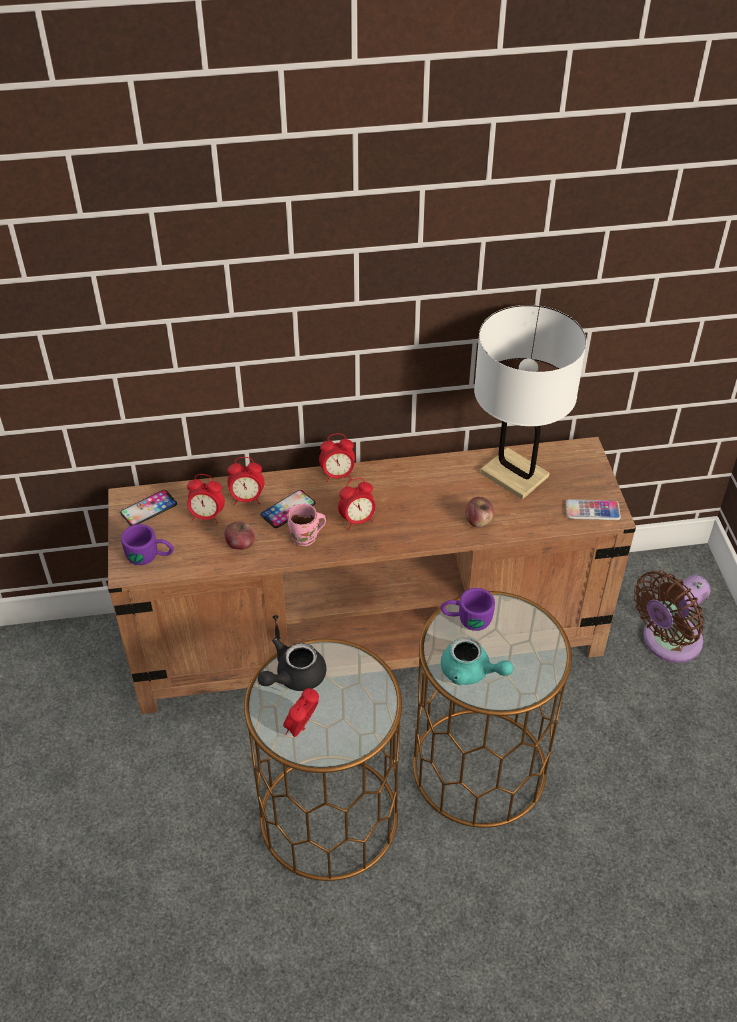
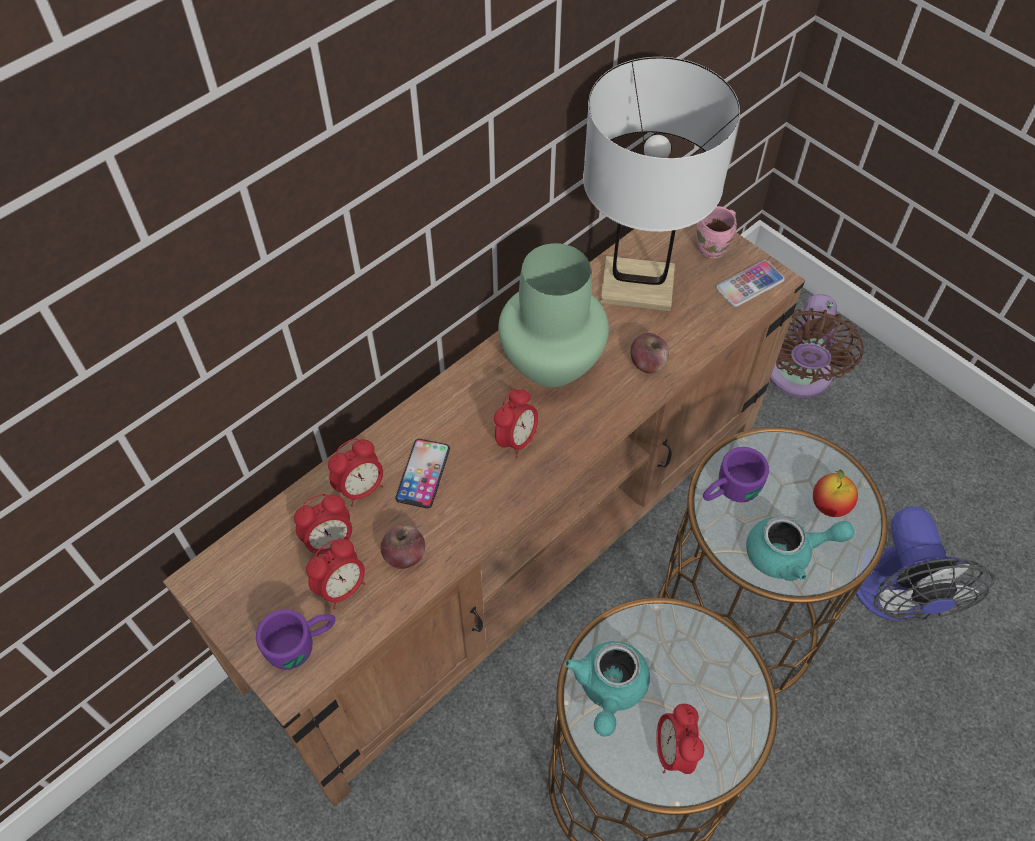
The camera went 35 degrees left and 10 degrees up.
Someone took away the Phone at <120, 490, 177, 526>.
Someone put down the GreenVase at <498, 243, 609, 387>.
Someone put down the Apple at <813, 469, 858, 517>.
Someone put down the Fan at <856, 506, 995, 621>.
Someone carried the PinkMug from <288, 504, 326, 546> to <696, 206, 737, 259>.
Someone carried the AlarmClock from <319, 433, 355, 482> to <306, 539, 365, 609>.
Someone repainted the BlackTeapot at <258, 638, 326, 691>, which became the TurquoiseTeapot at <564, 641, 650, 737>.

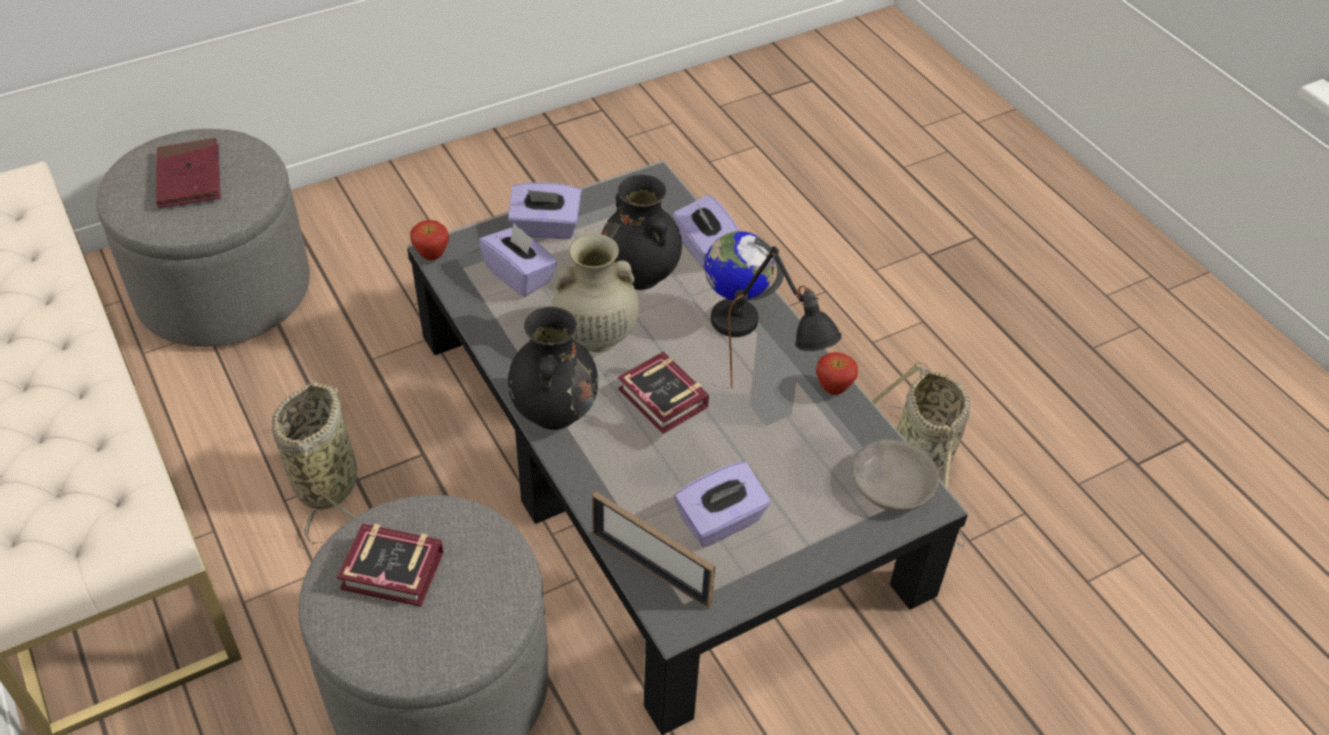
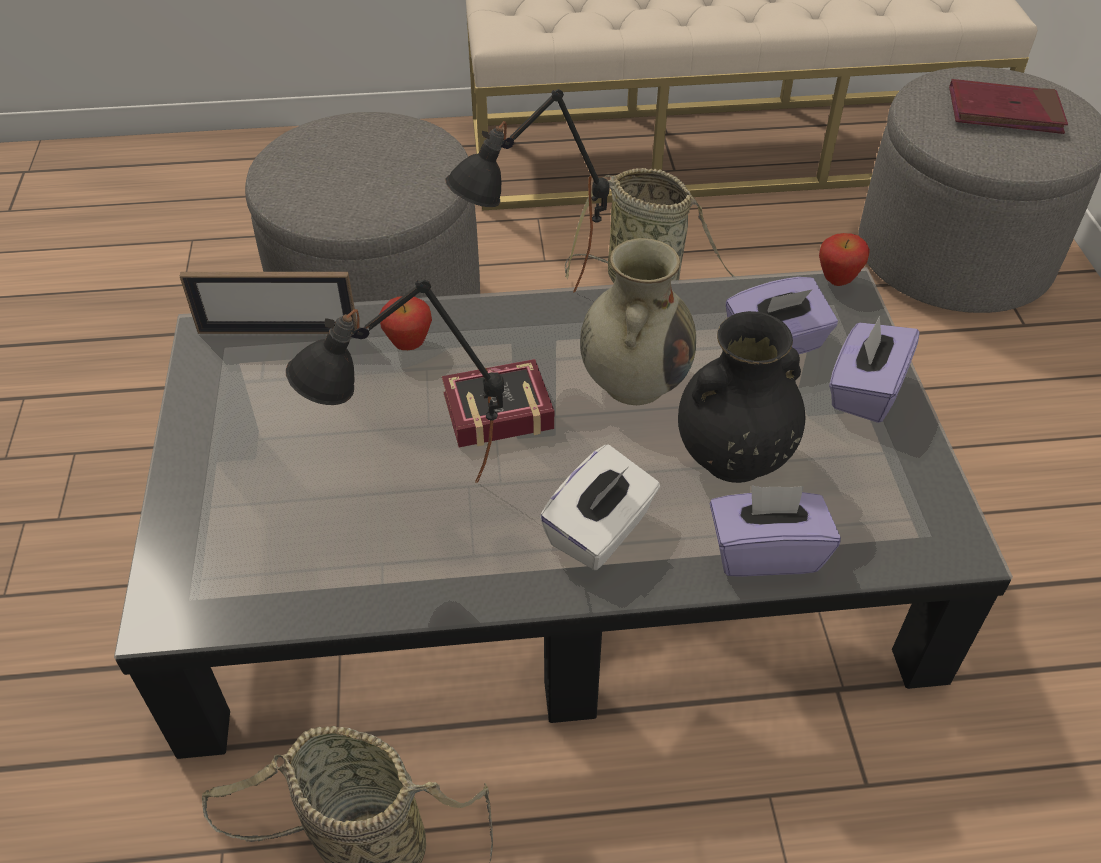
The camera went 115 degrees right and 0 degrees up.
Someone took away the Book at <337, 523, 444, 607>.
Someone took away the PurpleTissueBox at <674, 461, 771, 547>.
Someone took away the GreyBowl at <852, 439, 939, 511>.
Someone carried the Apple from <816, 352, 858, 395> to <379, 296, 432, 350>.
Someone swapped the BlackVase at <508, 307, 598, 430> for the BlackTableLamp at <445, 89, 609, 293>.
Someone swapped the Globe at <705, 231, 784, 337> for the WhiteTissueBox at <540, 444, 660, 570>.
Someone rotated the PictureFrame at <592, 491, 715, 609> by 150 degrees counterclockwise.

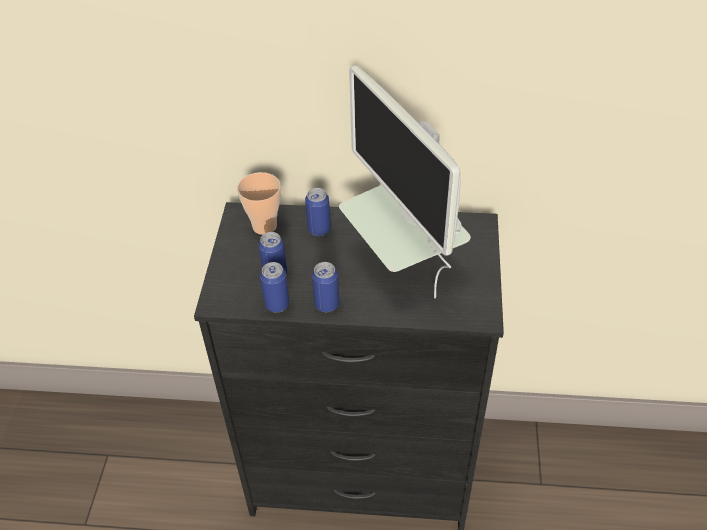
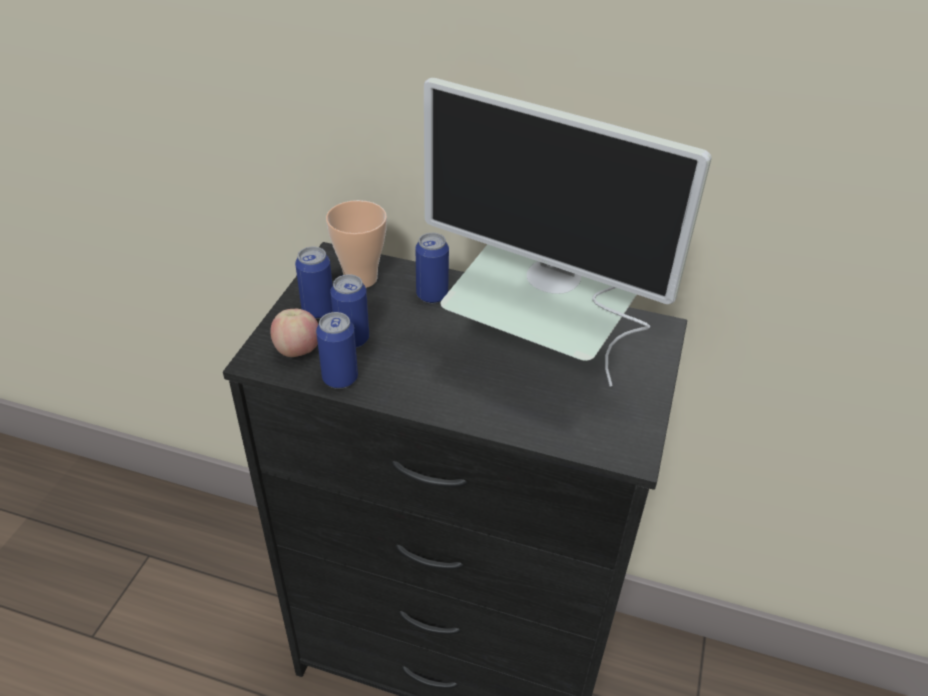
The camera went 10 degrees right and 5 degrees down.
Someone put down the Apple at <270, 309, 318, 357>.
Someone carried the Can from <312, 262, 339, 312> to <295, 246, 333, 319>.
Someone rotated the Monitor at <339, 65, 471, 298> by 45 degrees counterclockwise.

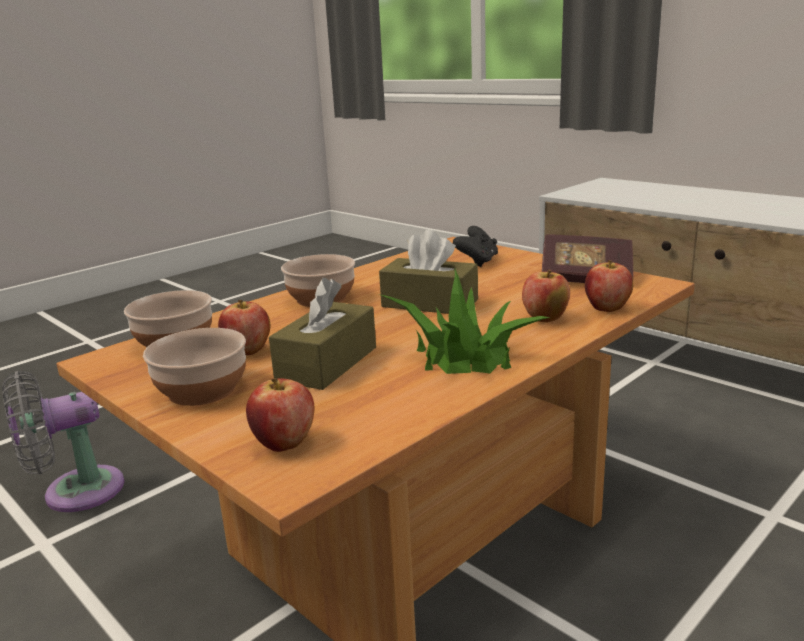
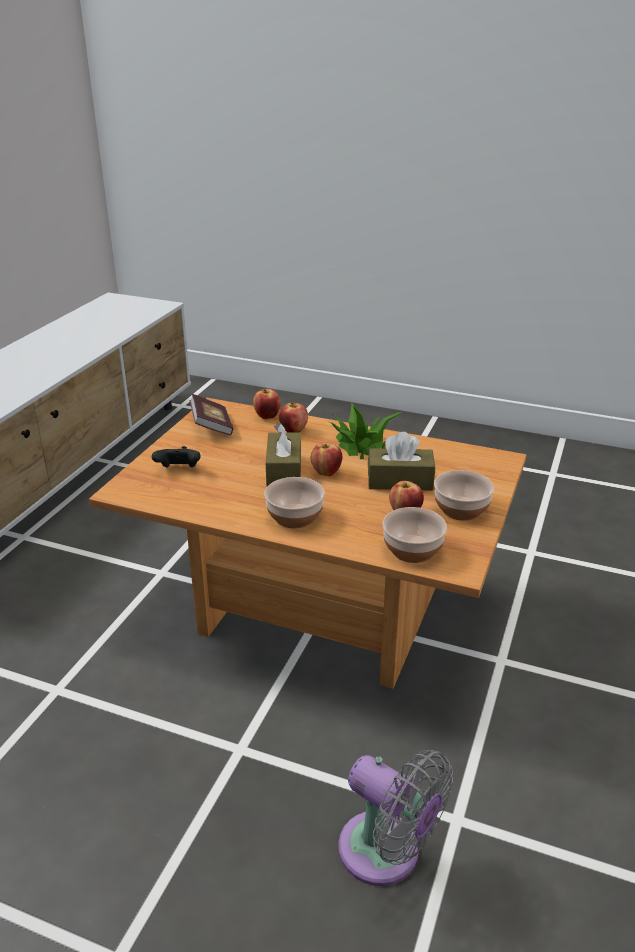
The camera went 115 degrees left and 10 degrees up.
Someone carried the Apple from <246, 378, 314, 452> to <311, 442, 342, 476>.

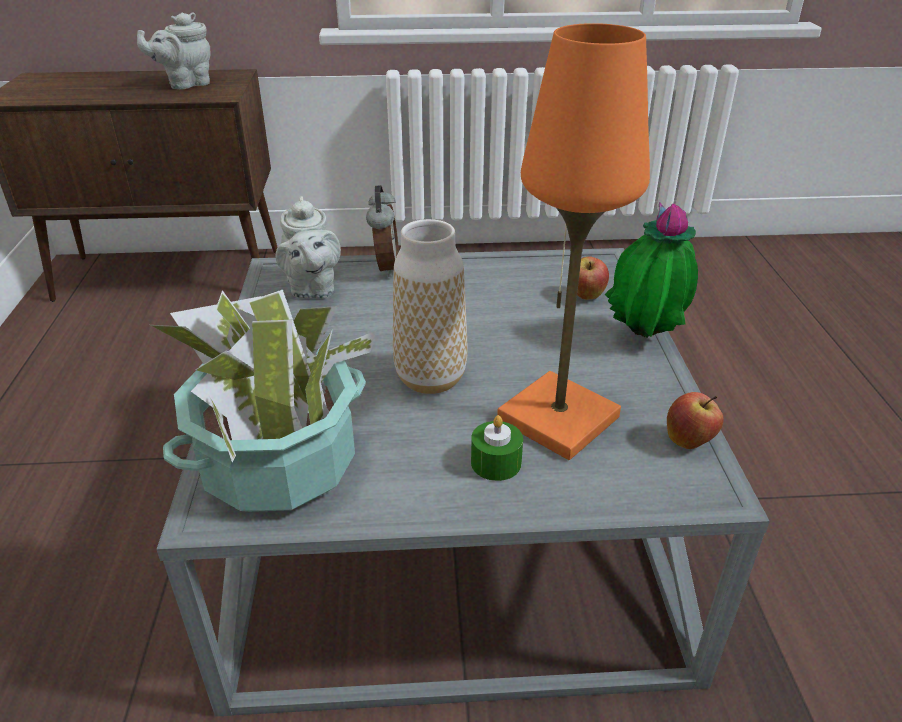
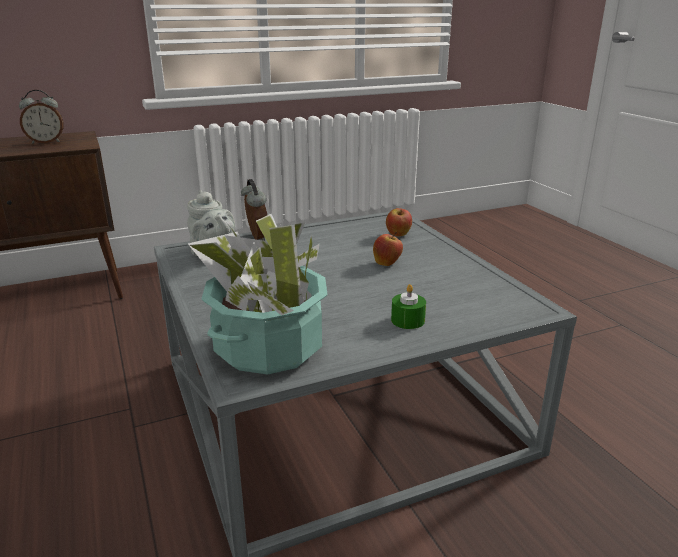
The camera went 20 degrees left and 10 degrees down.
Someone took away the Vase at <393, 219, 468, 394>.
Someone took away the OrangeTableLamp at <497, 23, 650, 460>.
Someone took away the PottedPlant at <605, 202, 698, 338>.
Someone carried the Apple from <667, 392, 724, 449> to <373, 232, 403, 266>.
Someone swapped the GreyTeapot at <137, 13, 210, 89> for the AlarmClock at <19, 90, 64, 144>.

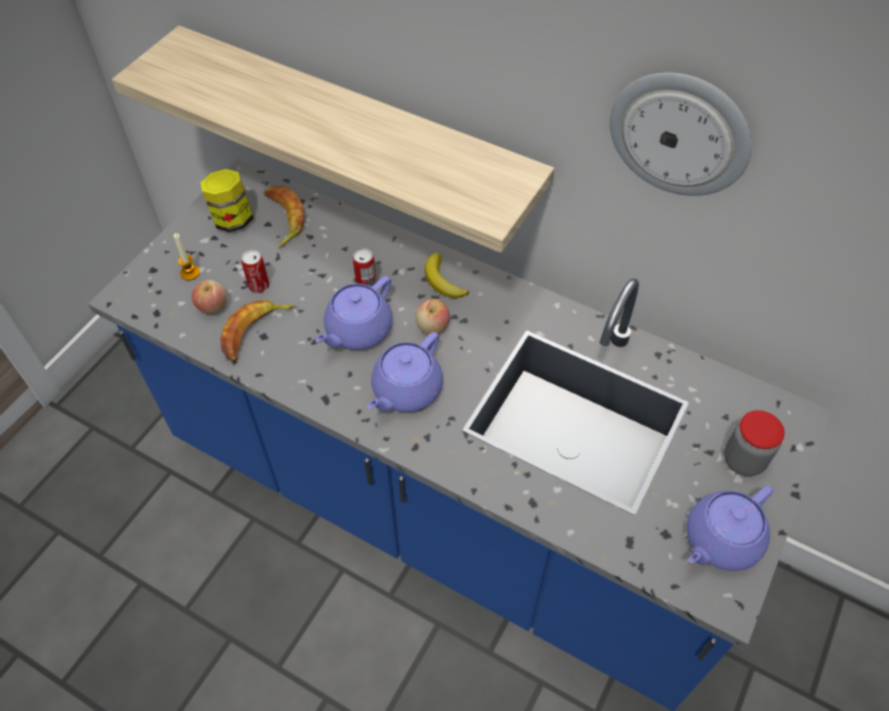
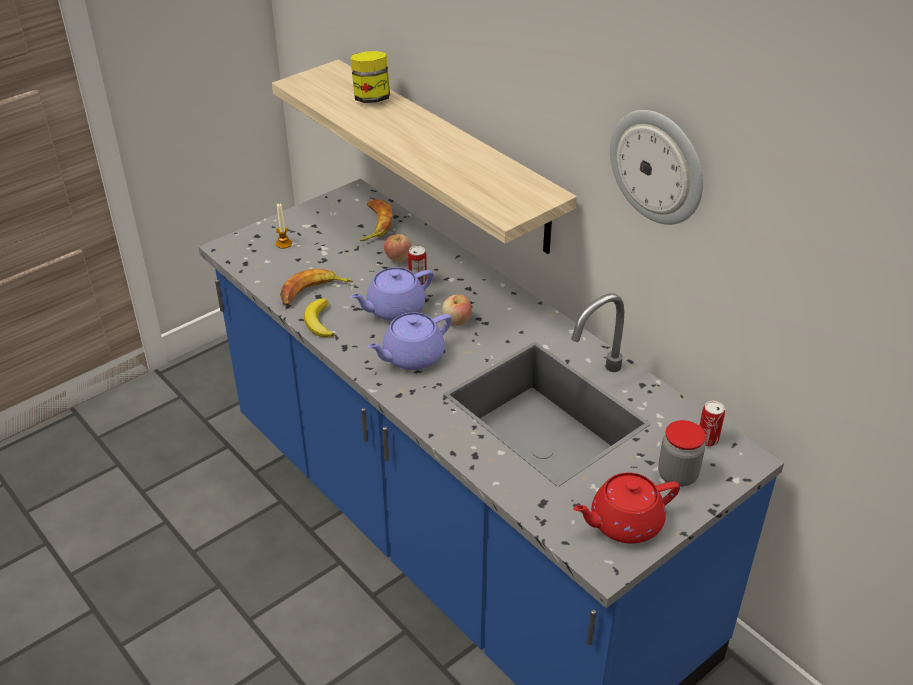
The camera went 20 degrees right and 15 degrees down.
Someone carried the Apple from <192, 280, 227, 314> to <384, 234, 412, 262>.
Someone carried the Jar from <200, 169, 254, 232> to <351, 51, 390, 103>.
Someone carried the Can from <242, 250, 269, 293> to <699, 401, 725, 447>.
Someone carried the Banana from <425, 253, 469, 298> to <304, 298, 335, 337>.
Someone repainted the PurpleTeapot at <686, 485, 773, 571>, which became the RedTeapot at <573, 472, 680, 544>.

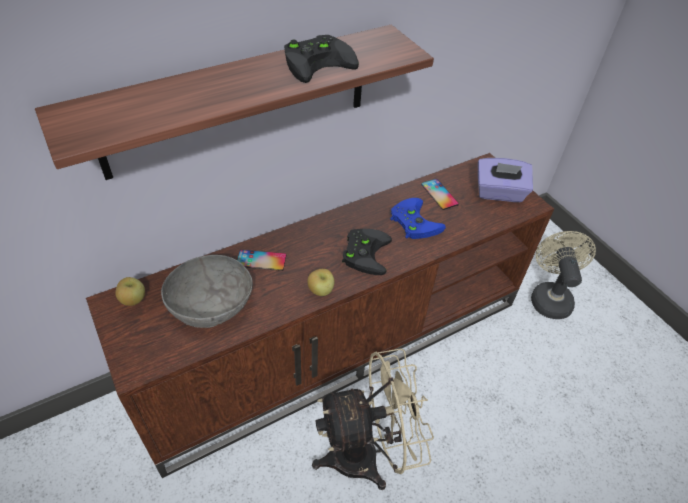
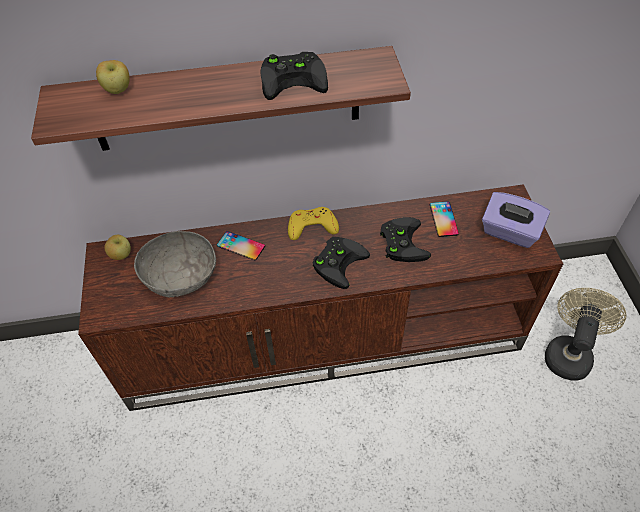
The camera went 25 degrees right and 5 degrees up.
Someone took away the BeigeFan at <312, 348, 434, 490>.
Someone put down the YellowGameController at <288, 207, 339, 240>.
Someone carried the Apple from <307, 269, 335, 296> to <96, 60, 130, 94>.
Someone repainted the BlueGameController at <390, 198, 446, 239>, which became the BlackGameController at <380, 217, 431, 262>.

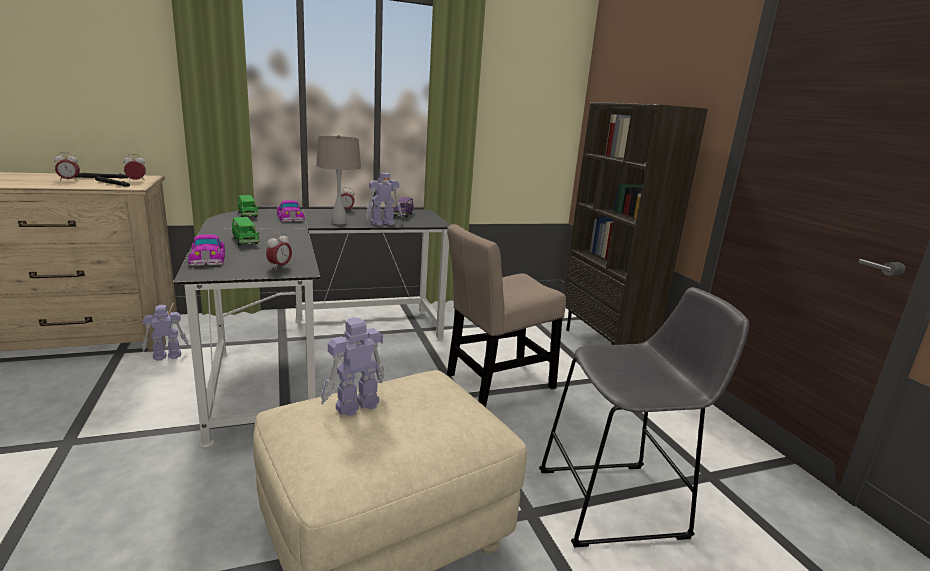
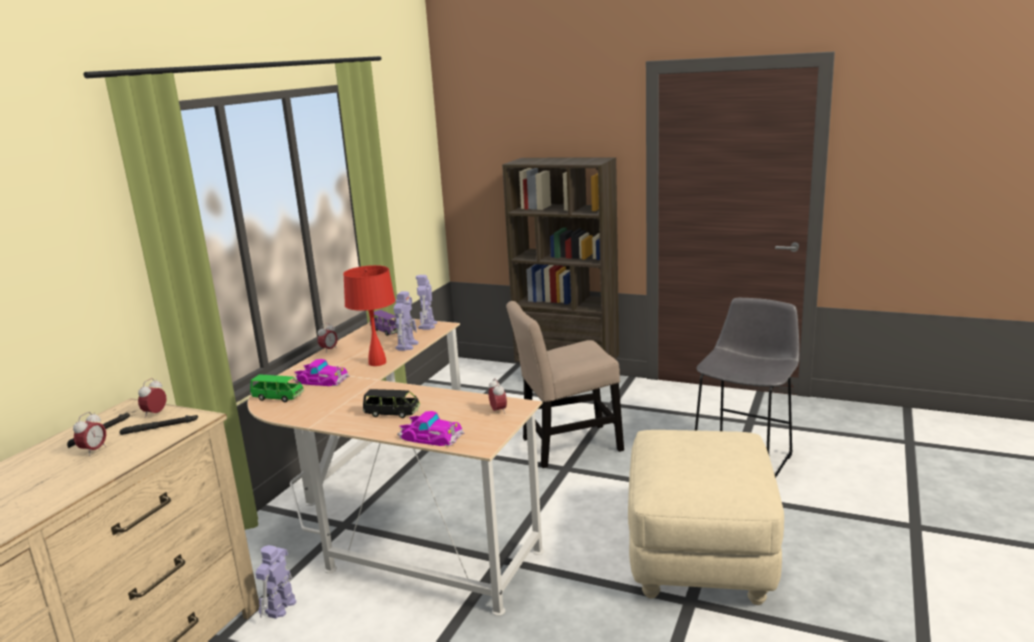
The camera went 45 degrees left and 0 degrees up.
Someone carried the ToyRobot from <321, 317, 384, 416> to <416, 275, 437, 330>.
Someone repainted the BlackDesk at <173, 209, 451, 447>, which became the BeigeDesk at <247, 318, 544, 616>.
Someone repainted the GreenToyCar at <231, 217, 260, 245>, which became the BlackToyCar at <363, 389, 420, 418>.
Someone repainted the BeigeTableLamp at <316, 135, 361, 225>, which became the RedTableLamp at <343, 265, 395, 366>.
Someone rotated the BeigeChair at <447, 224, 566, 407> by 60 degrees clockwise.

